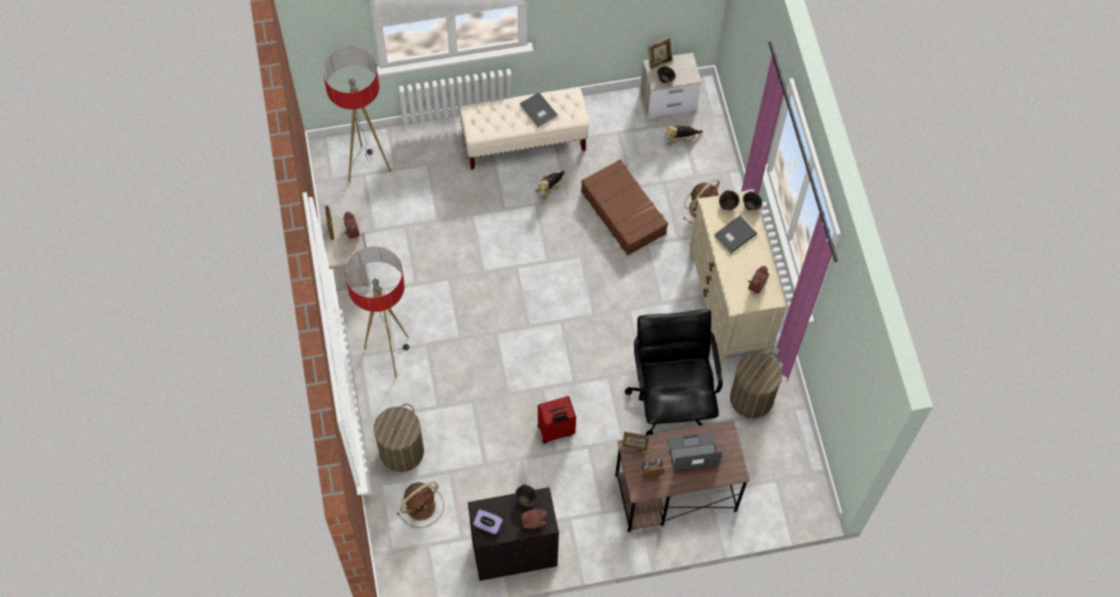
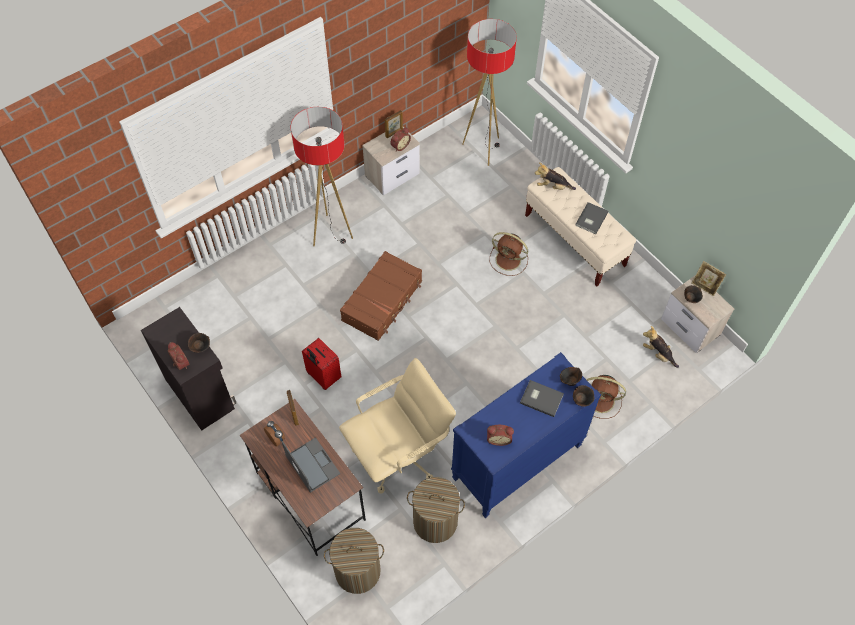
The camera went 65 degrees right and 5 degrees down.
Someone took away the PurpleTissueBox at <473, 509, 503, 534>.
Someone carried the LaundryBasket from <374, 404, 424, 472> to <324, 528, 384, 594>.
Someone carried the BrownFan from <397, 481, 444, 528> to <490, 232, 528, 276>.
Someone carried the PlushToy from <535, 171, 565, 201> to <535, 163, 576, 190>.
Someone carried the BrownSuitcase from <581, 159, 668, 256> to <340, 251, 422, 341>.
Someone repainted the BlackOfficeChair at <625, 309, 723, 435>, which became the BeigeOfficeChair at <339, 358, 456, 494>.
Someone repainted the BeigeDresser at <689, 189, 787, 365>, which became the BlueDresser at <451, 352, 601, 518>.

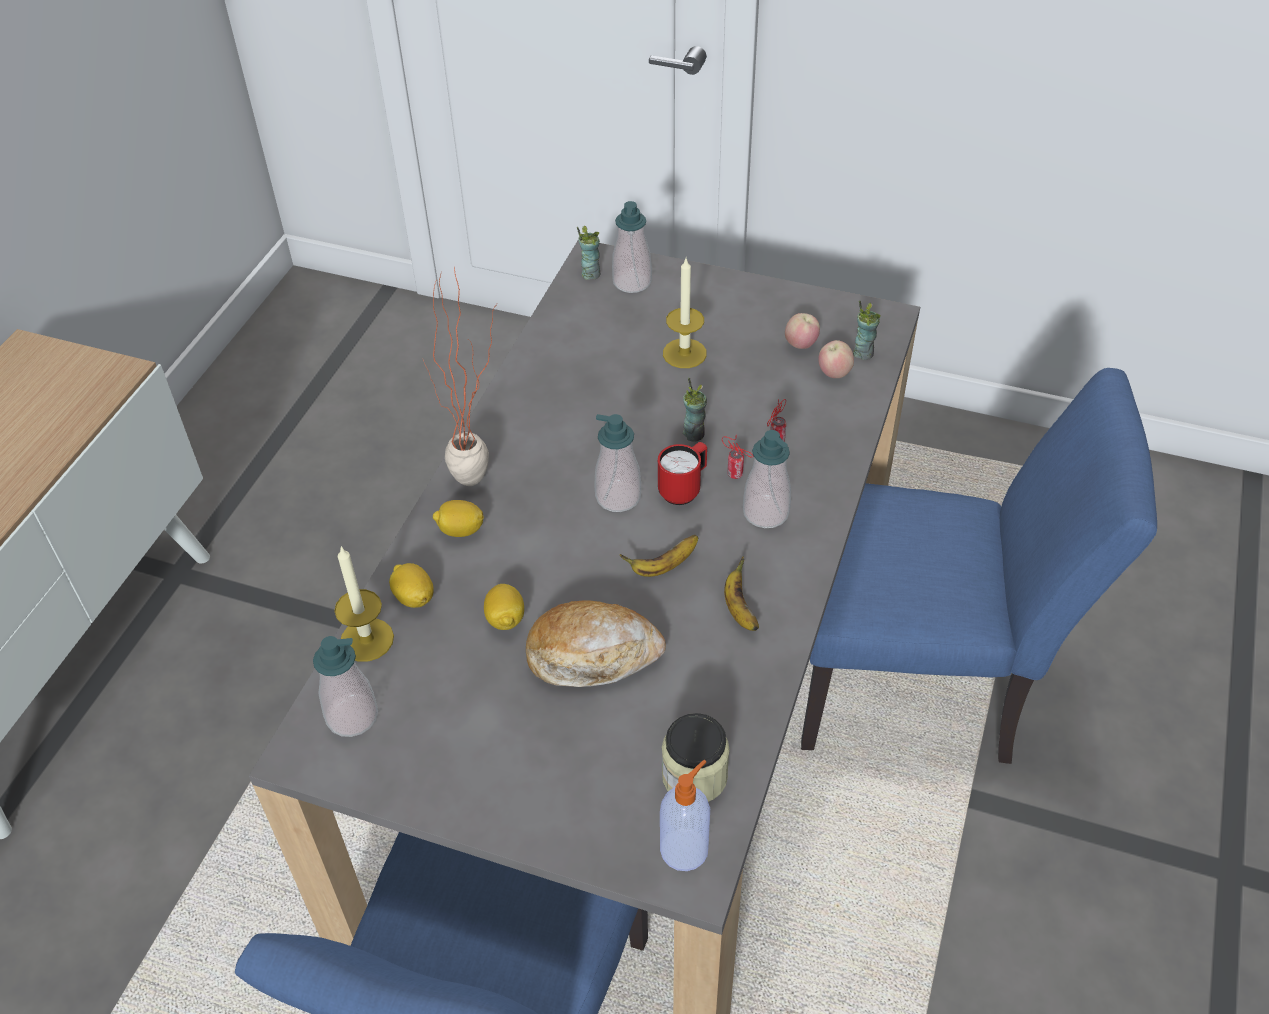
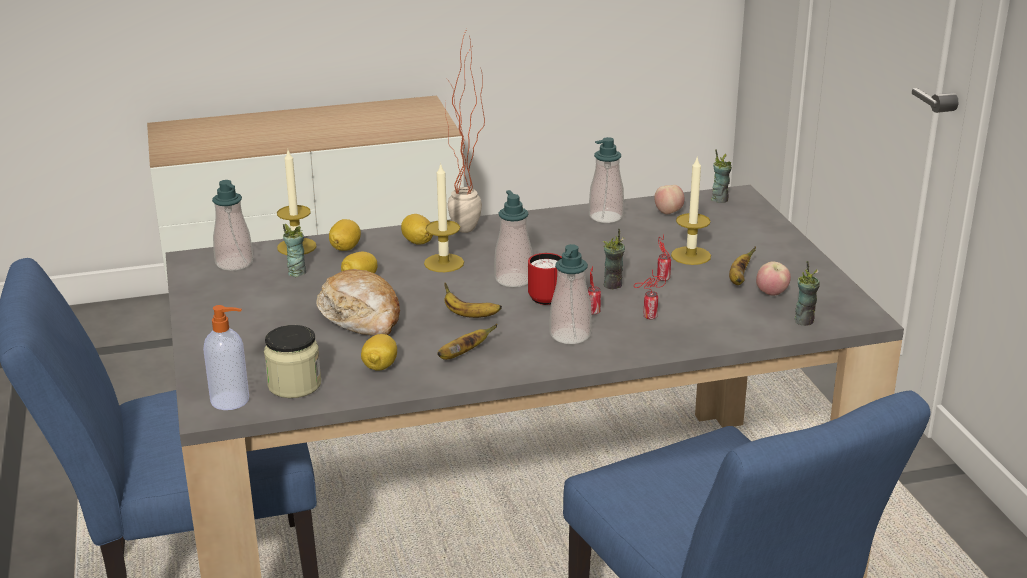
The camera went 55 degrees right and 20 degrees down.
Someone put down the Cup at <283, 224, 306, 277>.
Someone put down the Lemon at <361, 334, 397, 371>.
Someone put down the Candle at <424, 163, 464, 272>.
Someone put down the Can at <657, 234, 671, 281>.
Someone put down the Banana at <729, 247, 756, 285>.
Someone carried the SoapDispenser from <612, 201, 652, 293> to <589, 137, 624, 223>.
Someone carried the Apple from <818, 340, 854, 378> to <655, 185, 685, 214>.

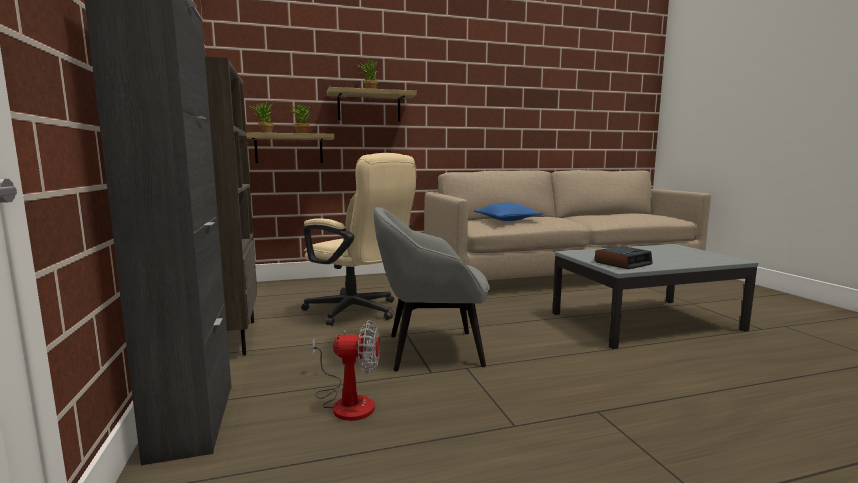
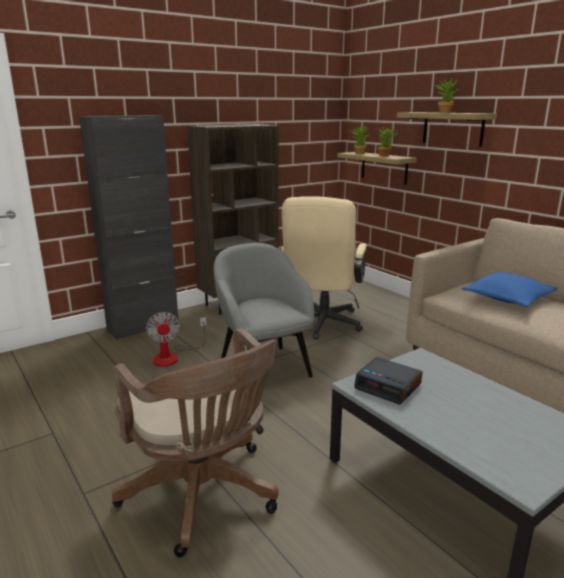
The camera went 70 degrees right and 10 degrees up.
Someone put down the BrownOfficeChair at <112, 328, 279, 558>.

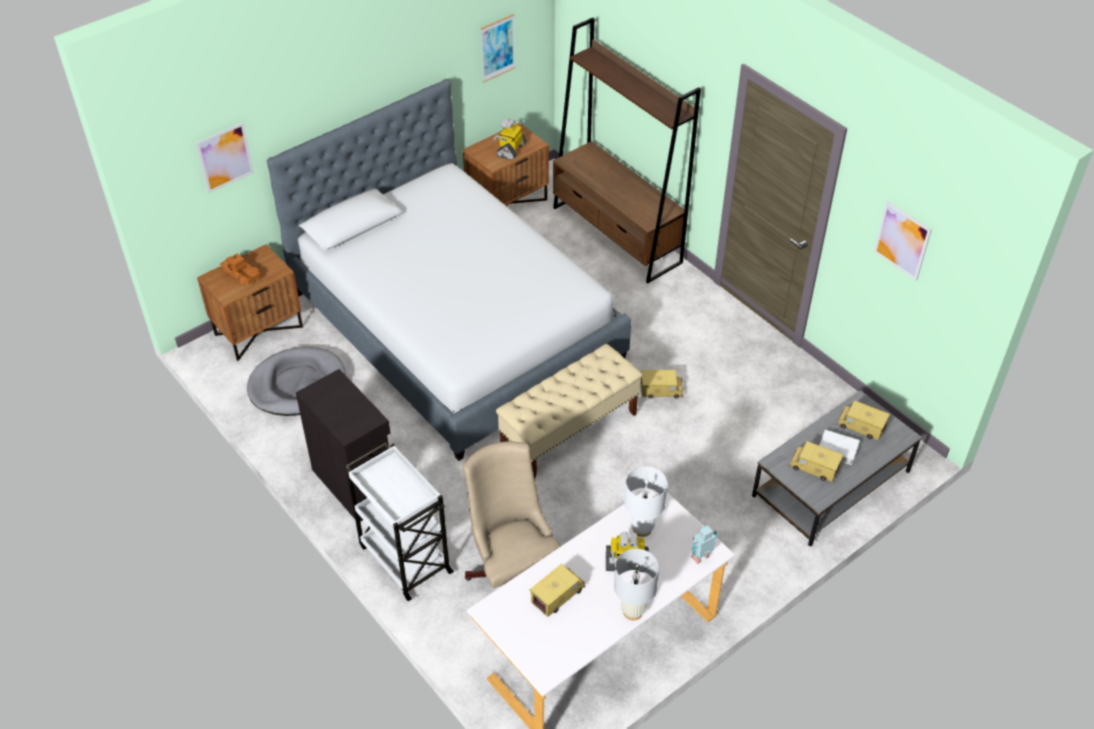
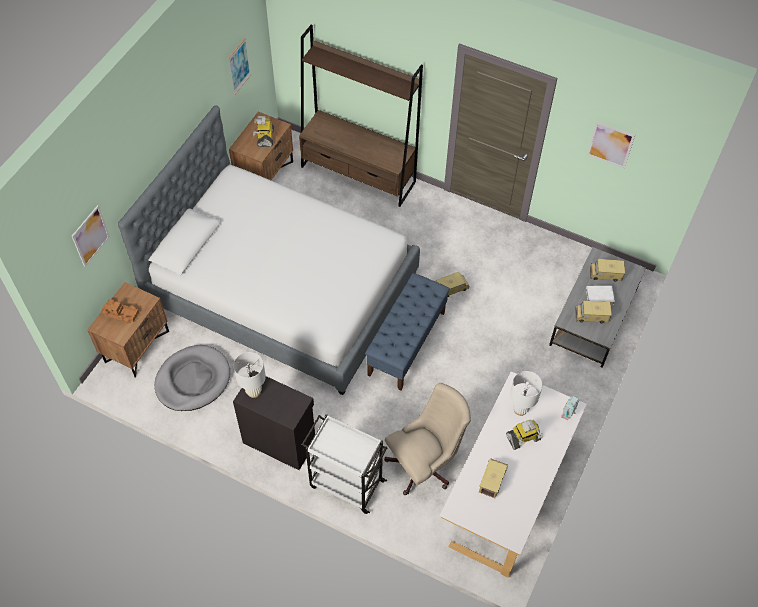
The camera went 25 degrees left and 10 degrees up.
Someone carried the WhiteTableLamp from <614, 549, 659, 620> to <233, 352, 266, 398>.
Someone repainted the BeigeBench at <496, 344, 643, 479>, which became the BlueBench at <365, 273, 450, 390>.
Someone rotated the BeigeOfficeChair at <462, 441, 561, 588> by 105 degrees clockwise.

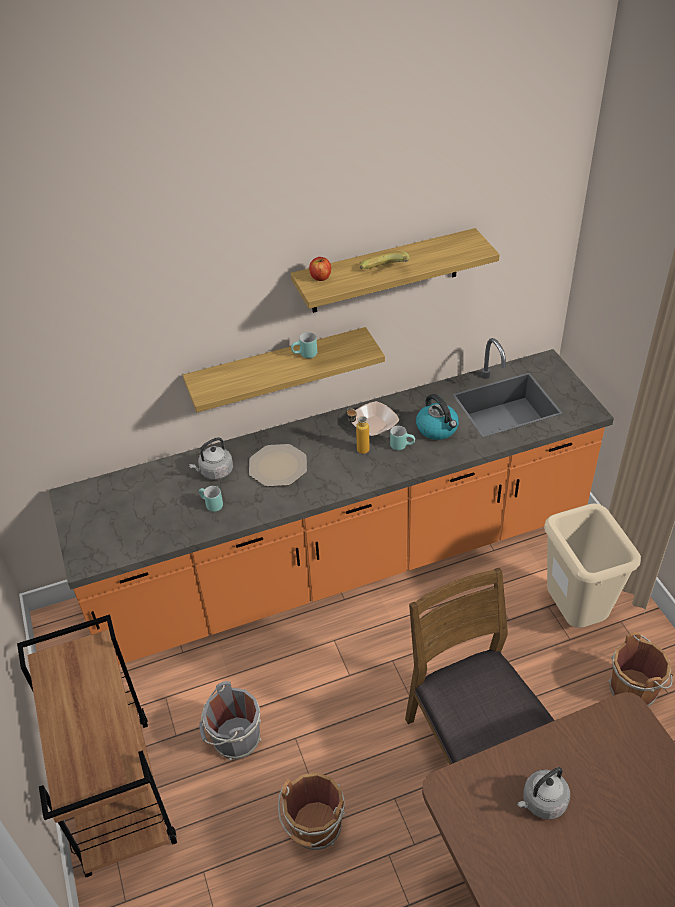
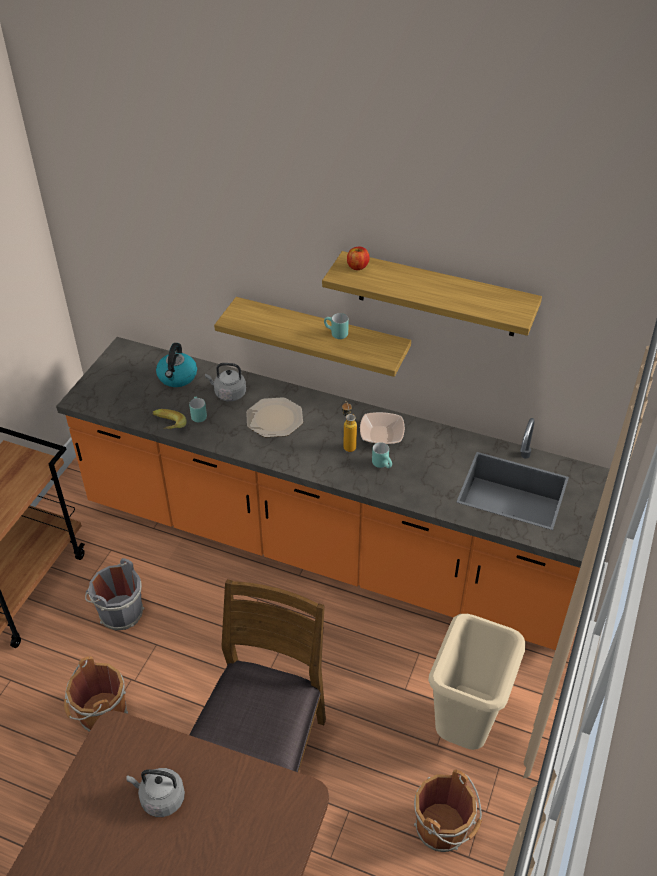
The camera went 40 degrees right and 0 degrees up.
Someone carried the Banana from <360, 251, 409, 269> to <152, 409, 187, 429>.
Someone carried the Kettle from <416, 394, 459, 440> to <156, 343, 197, 387>.

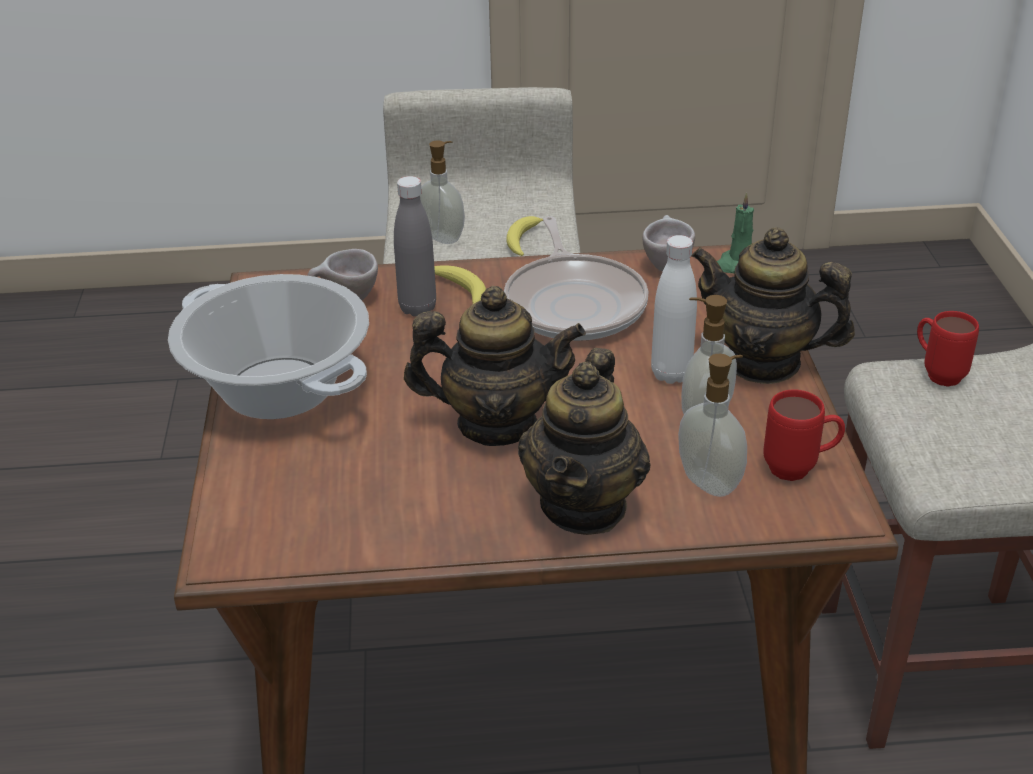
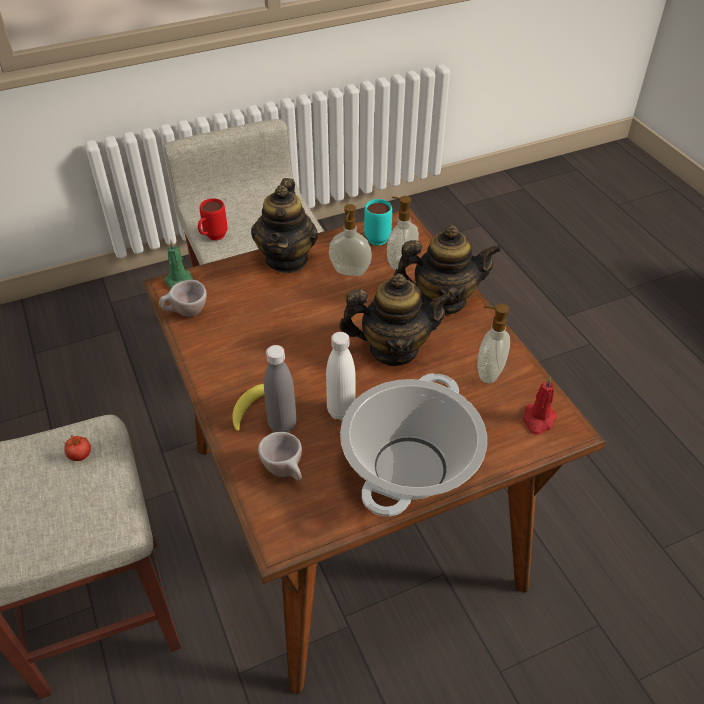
The camera went 110 degrees left and 10 degrees up.
Someone took away the FryingPan at <504, 216, 648, 341>.
Someone put down the RedCandle at <523, 376, 557, 435>.
Someone carried the SoapDispenser from <420, 140, 465, 244> to <477, 304, 510, 383>.
Someone carried the WhiteBottle from <651, 235, 697, 384> to <326, 332, 356, 421>.
Someone swapped the Banana at <506, 216, 543, 256> for the Tomato at <64, 435, 91, 461>.
Someone repainted the RedMug at <763, 389, 845, 481>, which became the TurquoiseMug at <364, 199, 392, 246>.
Someone rotated the Teapot at <404, 286, 586, 446> by 105 degrees clockwise.

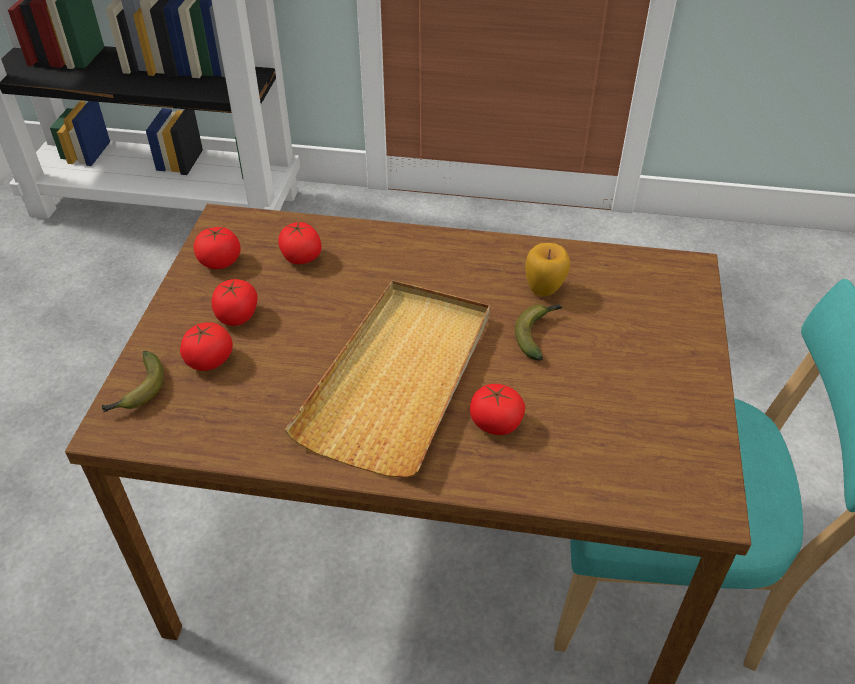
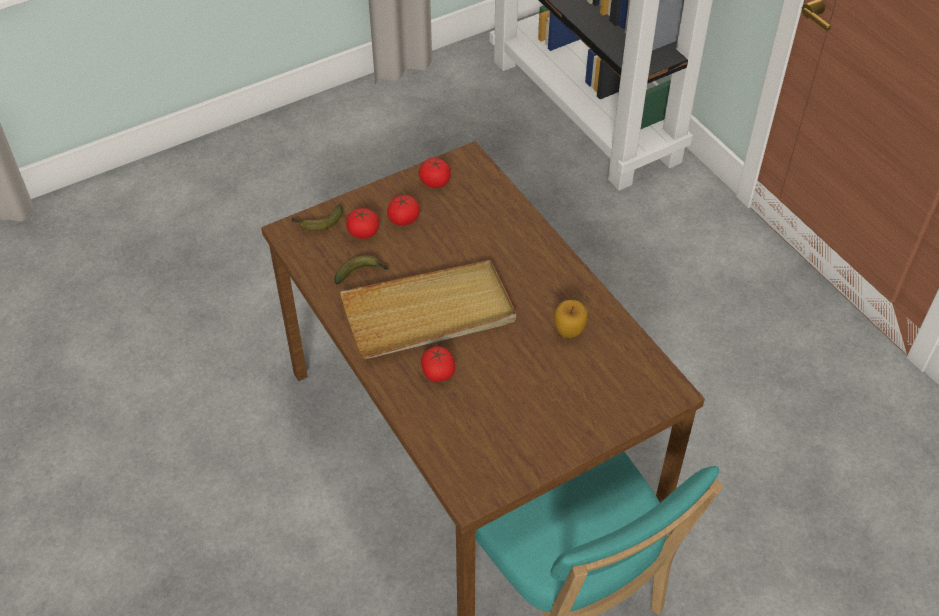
The camera went 50 degrees right and 5 degrees up.
Someone took away the Tomato at <278, 222, 322, 264>.
Someone carried the Banana from <515, 304, 562, 361> to <334, 255, 389, 285>.

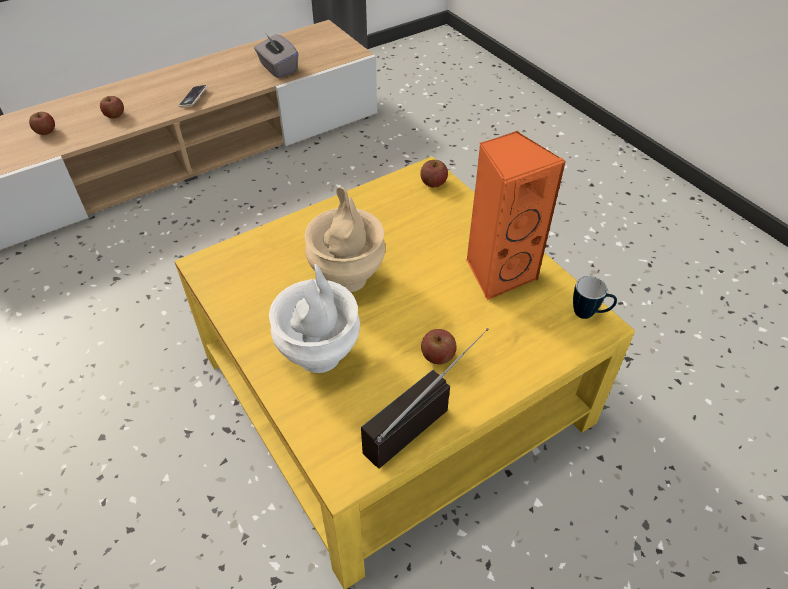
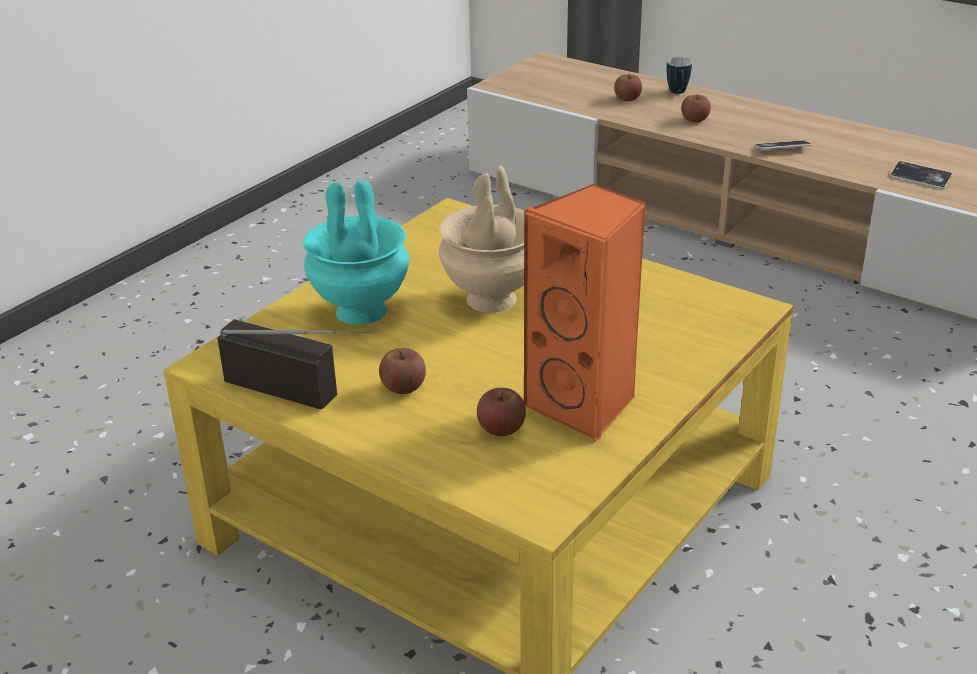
The camera went 70 degrees right and 15 degrees down.
Someone carried the Apple from <420, 160, 448, 187> to <477, 388, 526, 436>.
Someone carried the Mug from <573, 276, 617, 319> to <667, 57, 692, 94>.
Someone swapped the GreyTissueBox at <254, 34, 298, 78> for the Phone at <890, 161, 953, 189>.
Someone repainted the WhiteVase at <269, 264, 360, 373>, which became the TurquoiseVase at <303, 180, 409, 325>.

